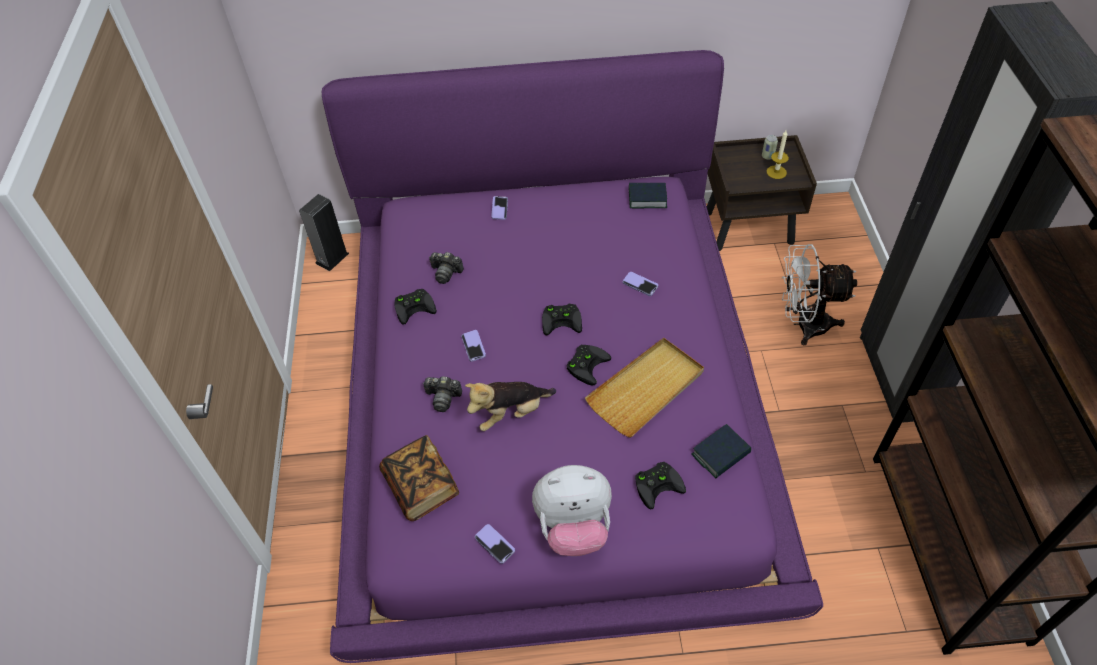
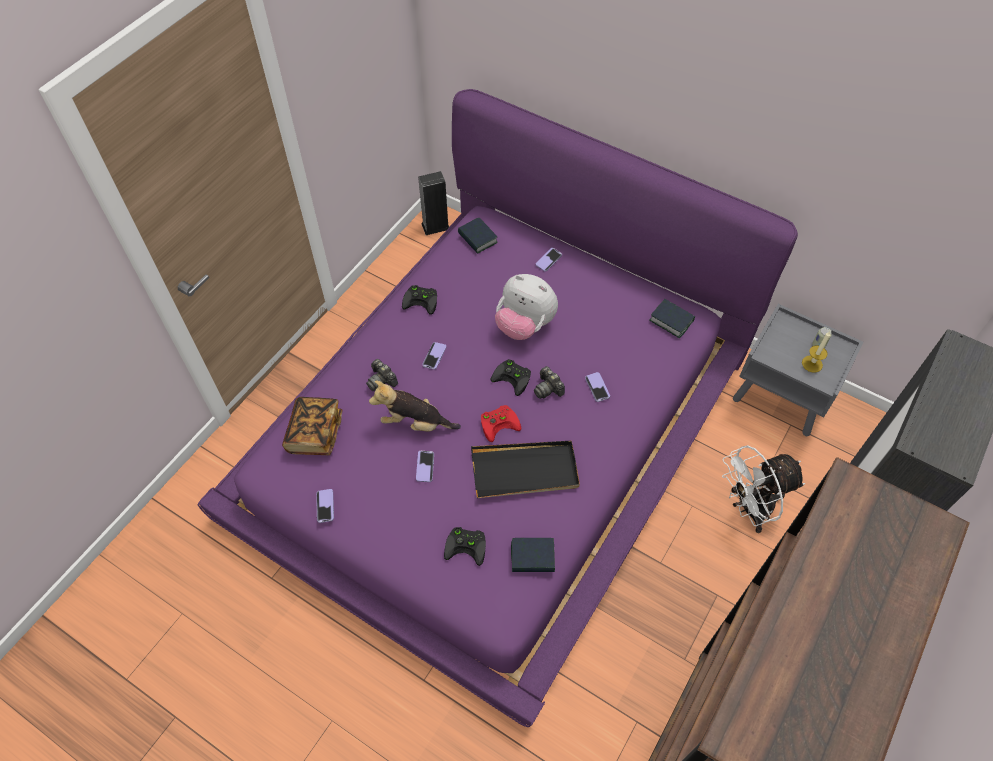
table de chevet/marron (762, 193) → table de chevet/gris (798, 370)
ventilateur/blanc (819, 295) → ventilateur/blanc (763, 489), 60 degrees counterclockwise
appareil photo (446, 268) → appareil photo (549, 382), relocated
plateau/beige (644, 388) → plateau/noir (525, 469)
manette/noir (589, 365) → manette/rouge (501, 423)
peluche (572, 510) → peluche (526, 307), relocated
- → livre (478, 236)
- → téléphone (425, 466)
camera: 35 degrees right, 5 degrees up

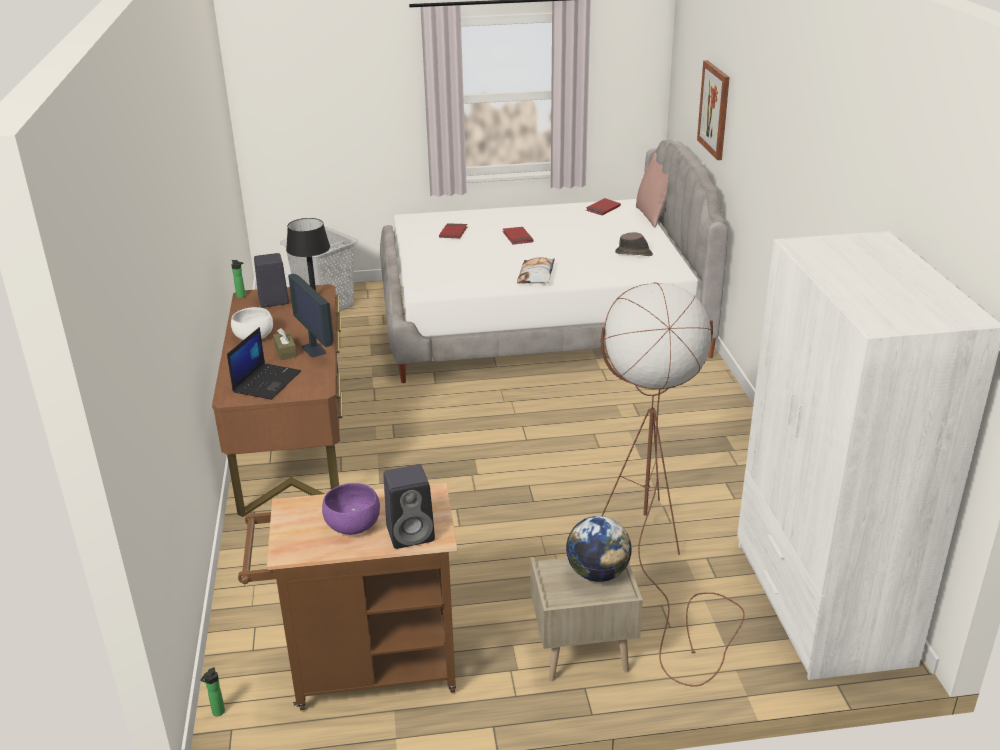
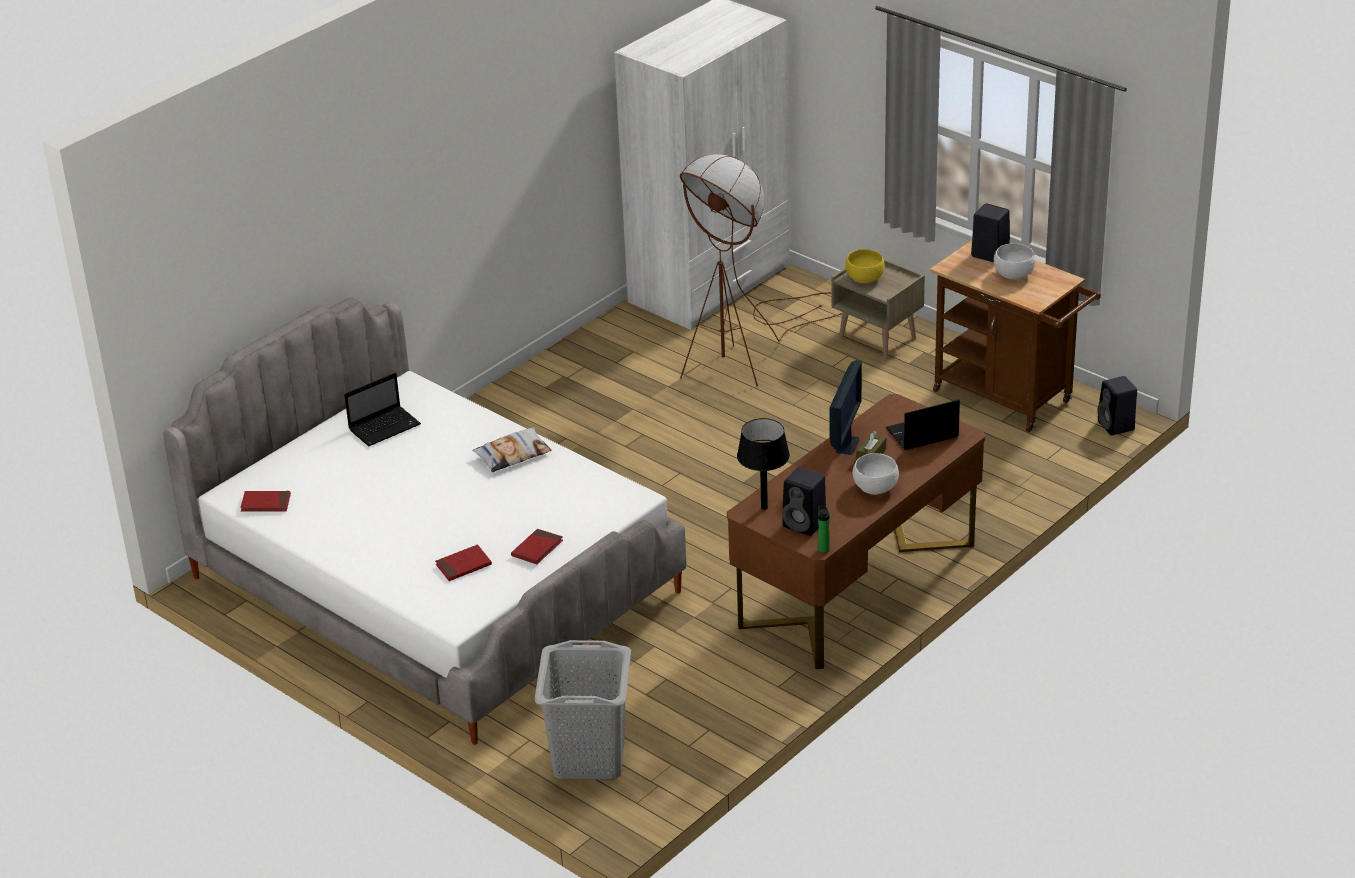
tableau (713, 110) → -
coussin/rose (652, 190) → -
livre/rouge (518, 236) → livre/rouge (537, 546), relocated
chapeau/marron (634, 244) → ordinateur portable (382, 409)
bol/violet (351, 509) → bol/blanc (1014, 261)
globe (599, 549) → bol/jaune (865, 266)
bouteille (212, 691) → enceinte/noir (1117, 406)
camera: 130 degrees left, 5 degrees up

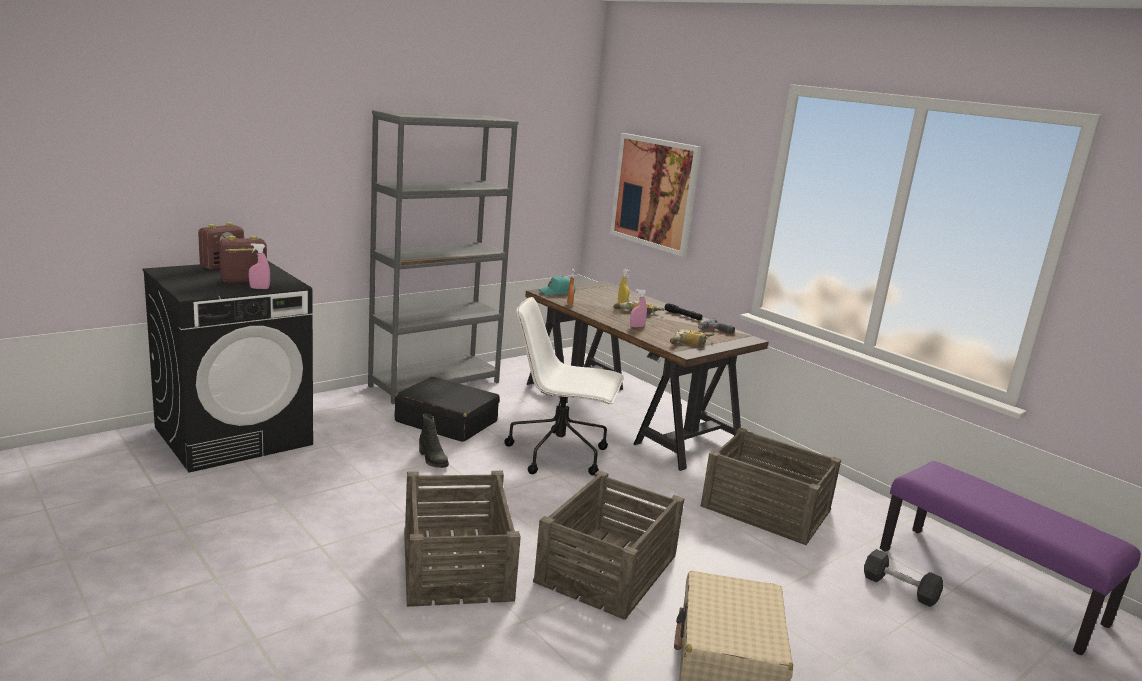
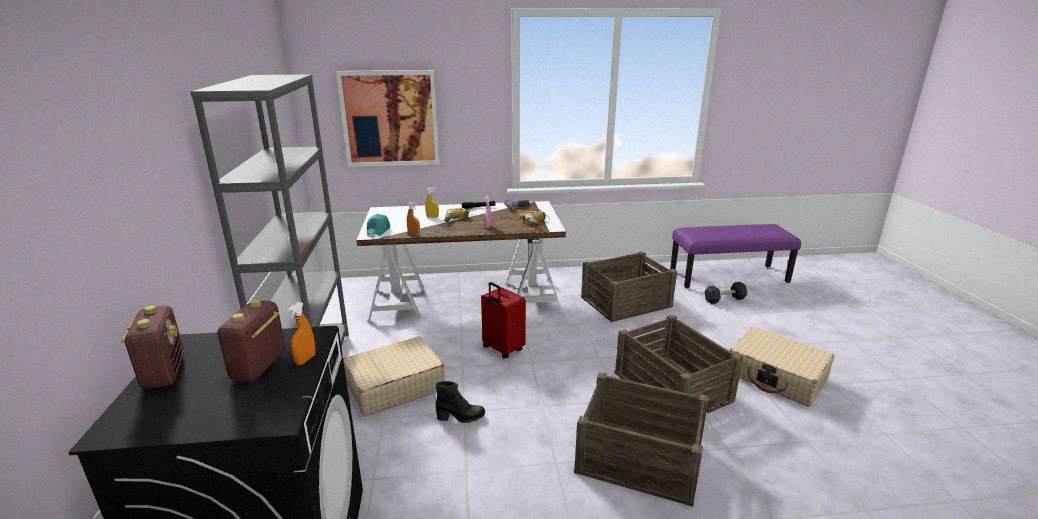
vaporisateur/rose (259, 266) → vaporisateur/orange (301, 333)
bureau/marron (647, 376) → bureau/blanc (461, 262)
chaise de bureau/blanc (564, 386) → valise/rouge (503, 320)
valise/noir (447, 409) → valise/beige (394, 376)
camera: 55 degrees left, 5 degrees up

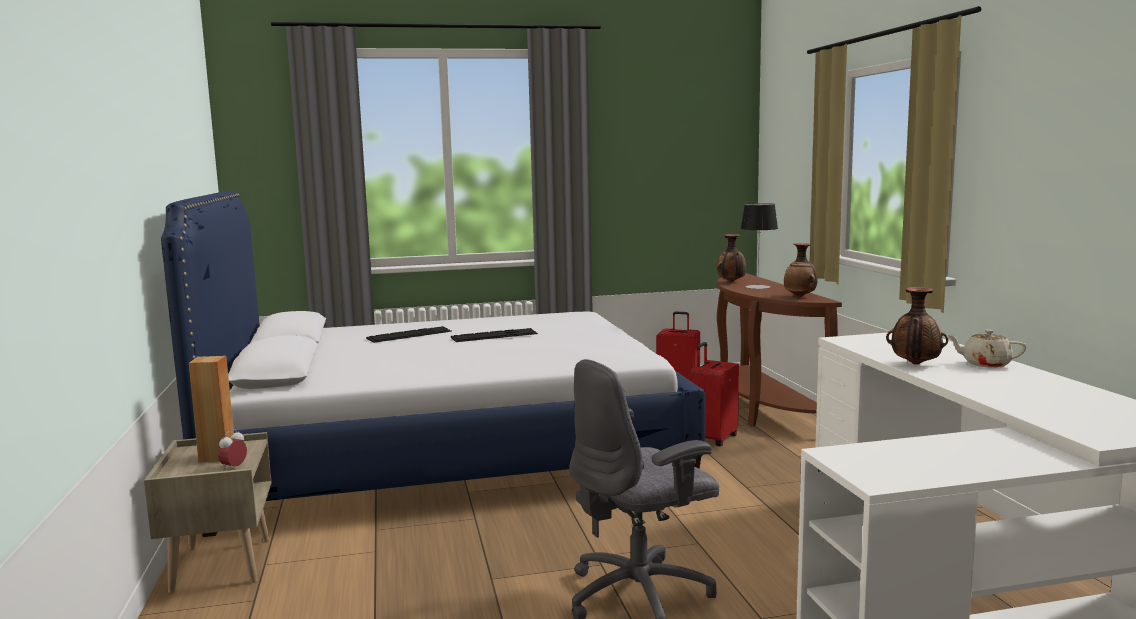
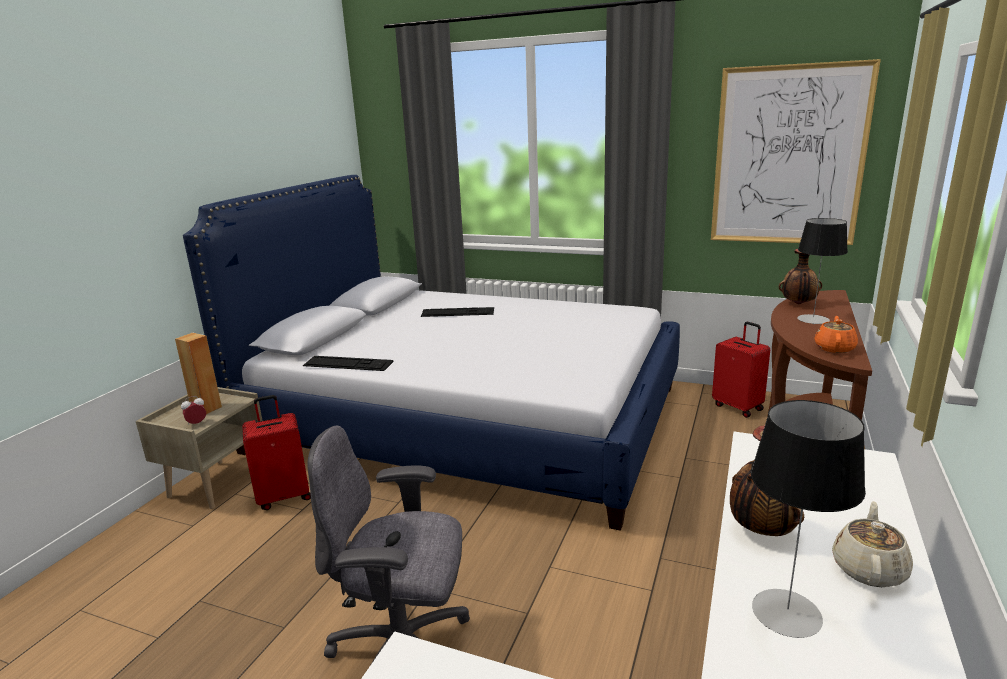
vase (801, 270) → théière/orange (836, 334)
clavier (494, 335) → clavier (348, 363), relocated
théière/beige (987, 349) → théière/beige (872, 544), 60 degrees clockwise
valise/rouge (714, 394) → valise/rouge (276, 452), relocated
- → tableau (796, 152)
- → lampe de table (808, 519)
camera: 35 degrees right, 10 degrees up

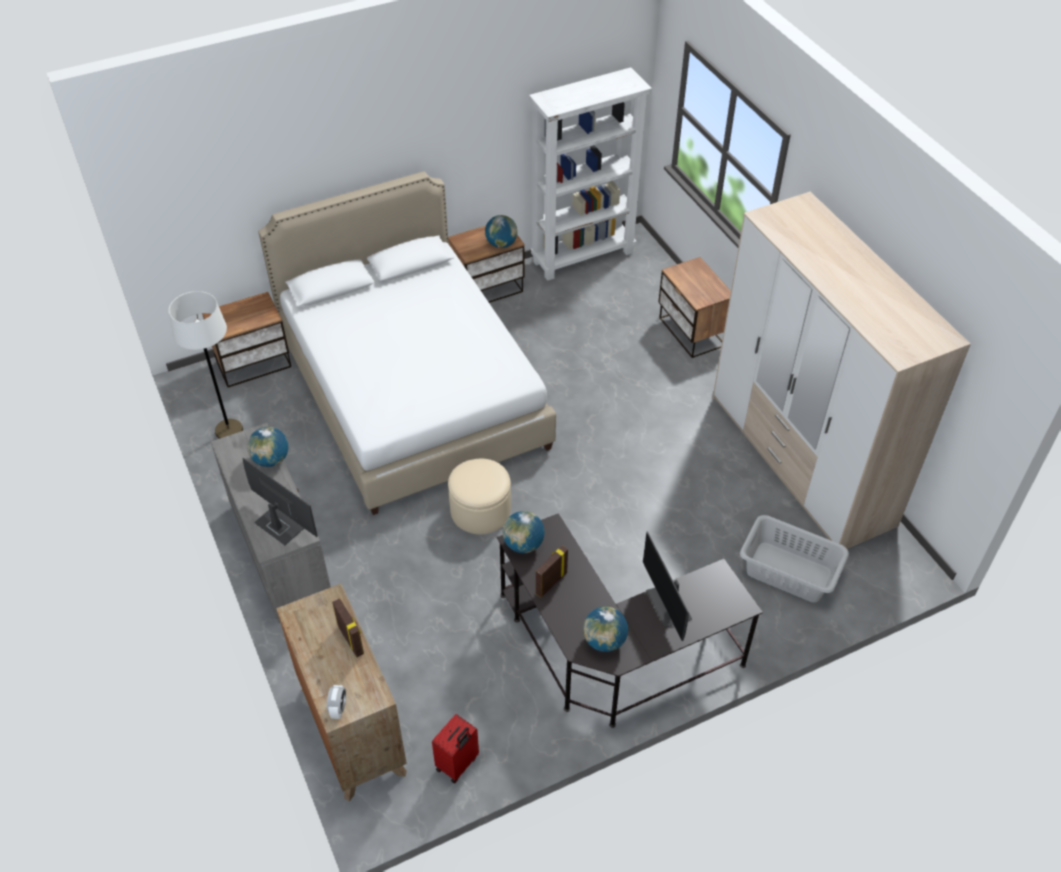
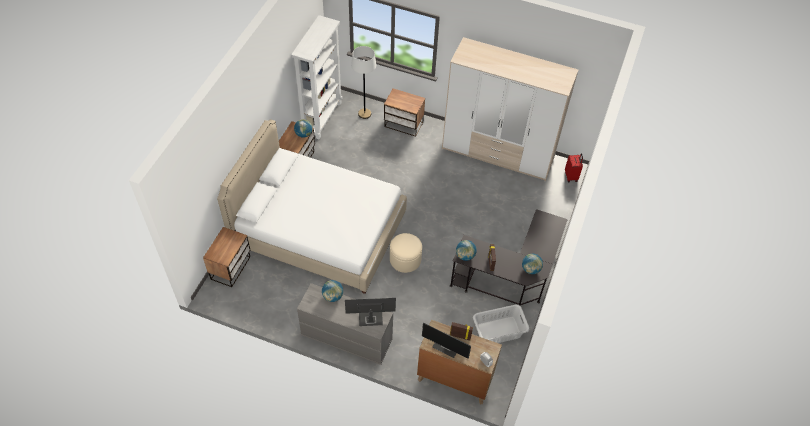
lampadaire/blanc (206, 365) → lampadaire/blanc (363, 82), relocated
panier à linge/gris (794, 559) → panier à linge/gris (501, 323), relocated
écran d'ordinateur (667, 586) → écran d'ordinateur (446, 341), relocated
valise/rouge (455, 748) → valise/rouge (574, 168), relocated
camera: 45 degrees left, 5 degrees up

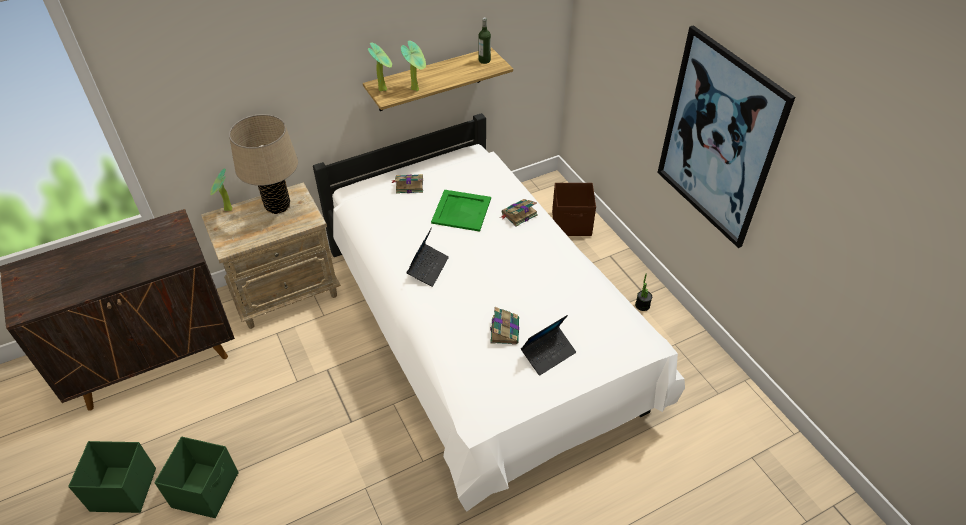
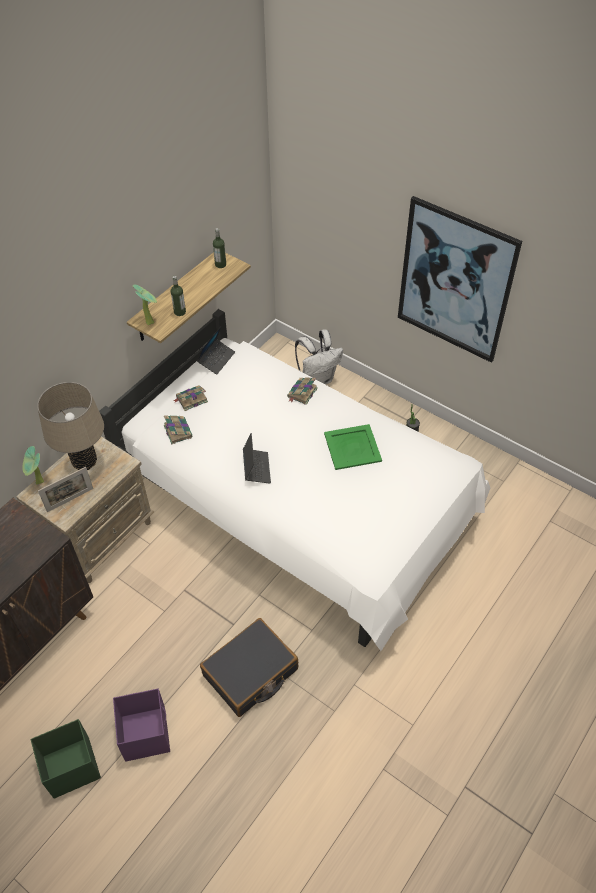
plante en pot (413, 66) → bouteille (178, 296)
boîte de rangement/marron (574, 209) → sac à dos/blanc (319, 357)
plateau/vert (461, 211) → plateau/vert (353, 447), relocated
livre (504, 326) → livre (178, 430), relocated
ordinateur portable (548, 345) → ordinateur portable (216, 351), relocated
boîte de rangement/vert (196, 477) → boîte de rangement/violet (141, 725)
- → cadre photo (65, 489)
- → valise/noir (249, 667)
camera: 25 degrees left, 5 degrees up

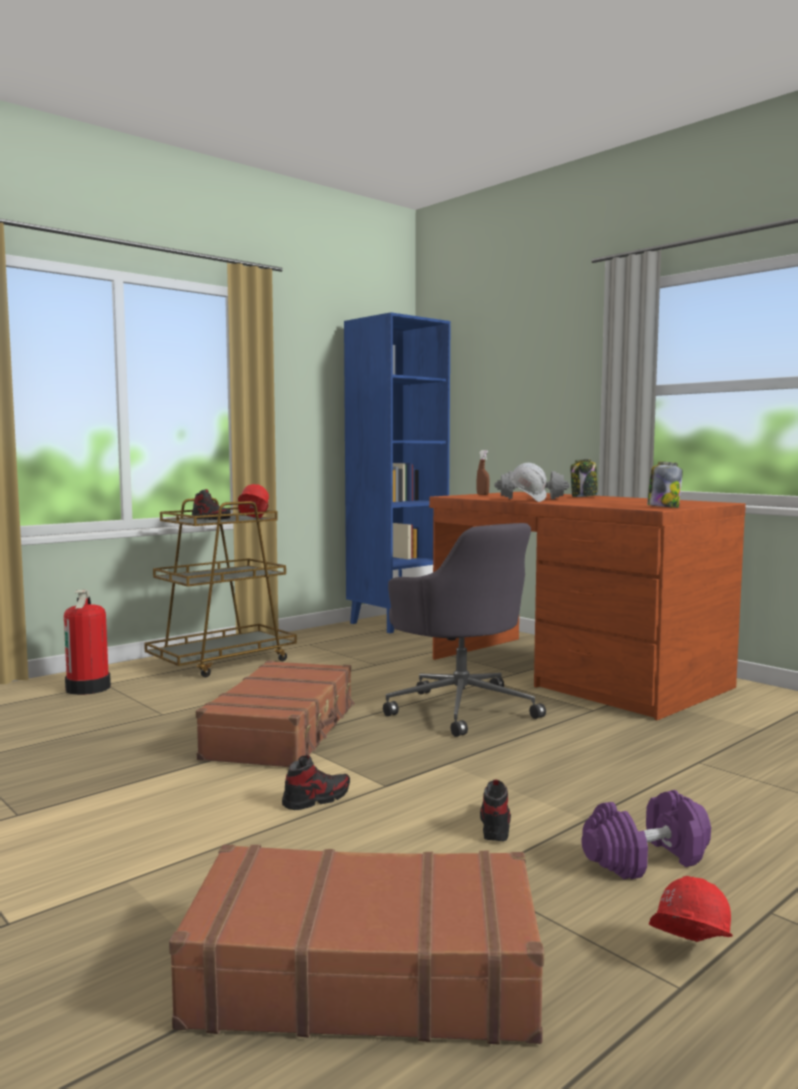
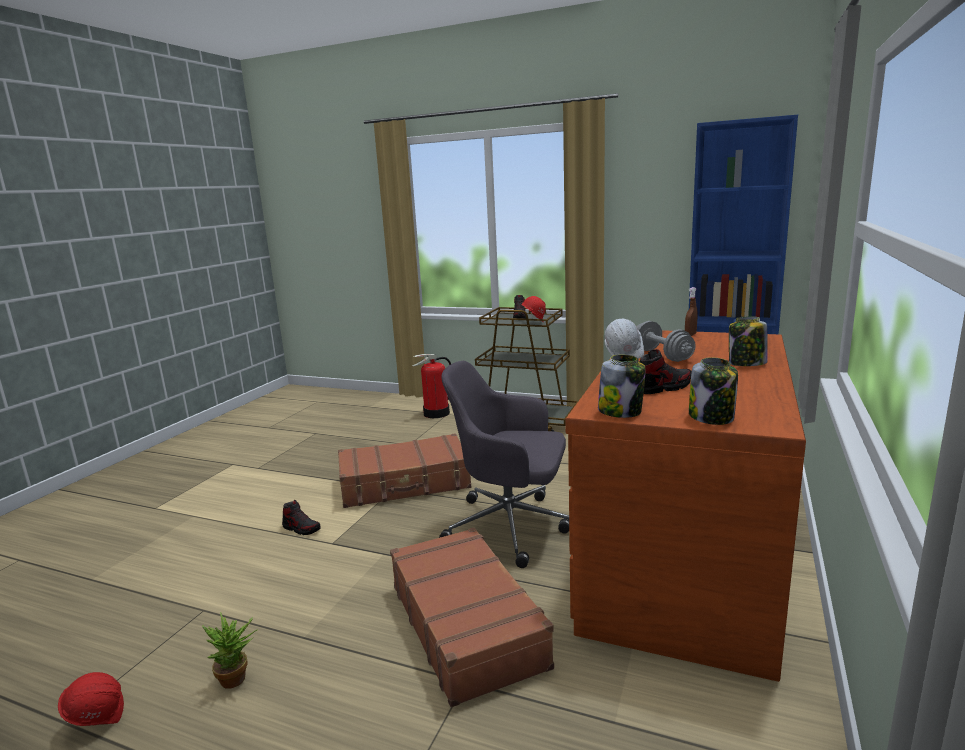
chaise de bureau/gris (464, 630) → chaise de bureau/gris (504, 464), 75 degrees clockwise
chaussure (495, 810) → chaussure (666, 371), relocated
haltère/violet (646, 834) → plante en pot (230, 650)
valise/marron (356, 945) → valise/marron (472, 617), relocated
- → bocal (713, 391)
camera: 65 degrees right, 10 degrees up

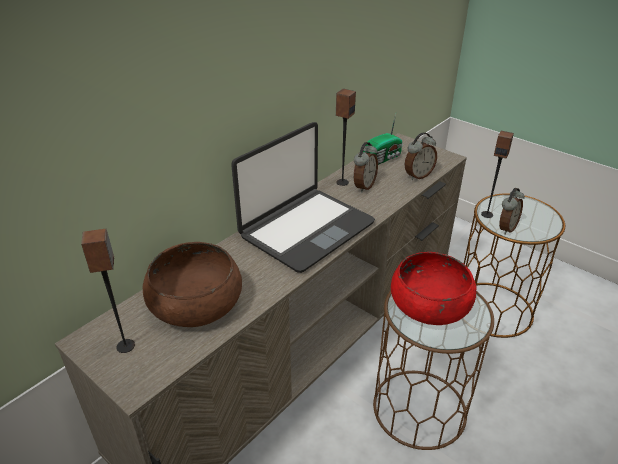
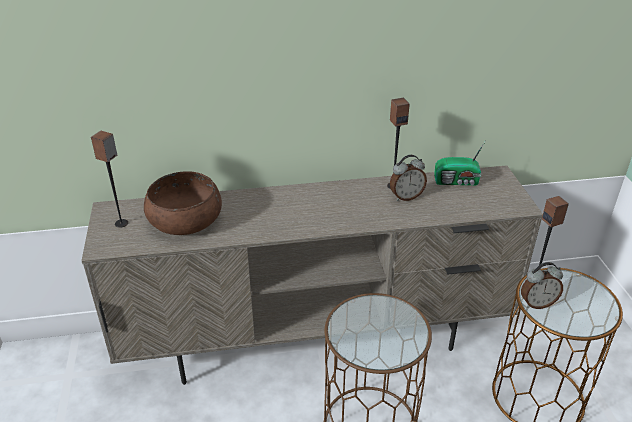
ordinateur portable (303, 197) → -
réveil (421, 156) → -
bol/rouge (433, 288) → -
camera: 40 degrees right, 0 degrees up

